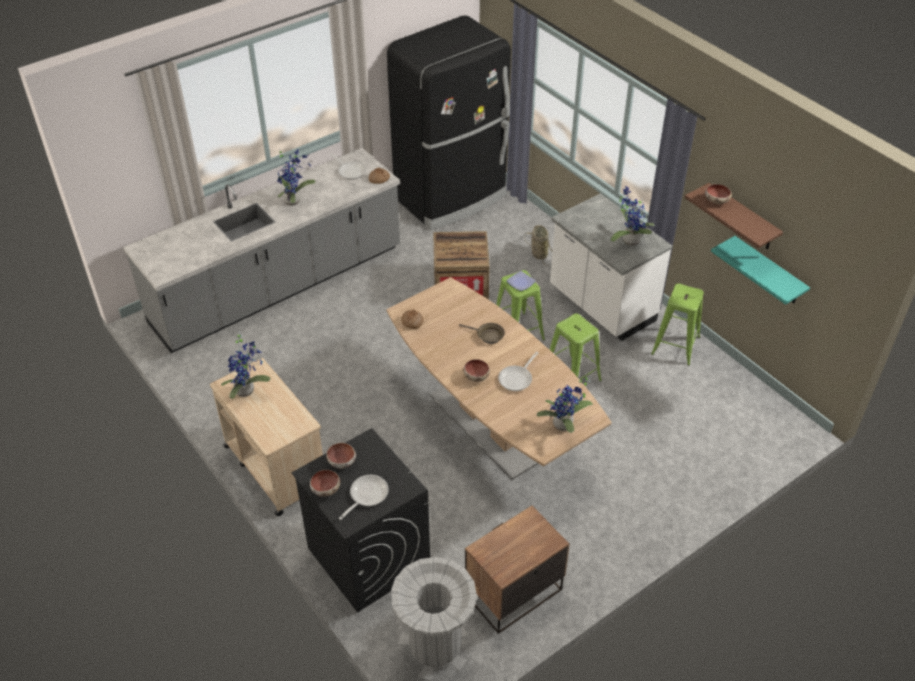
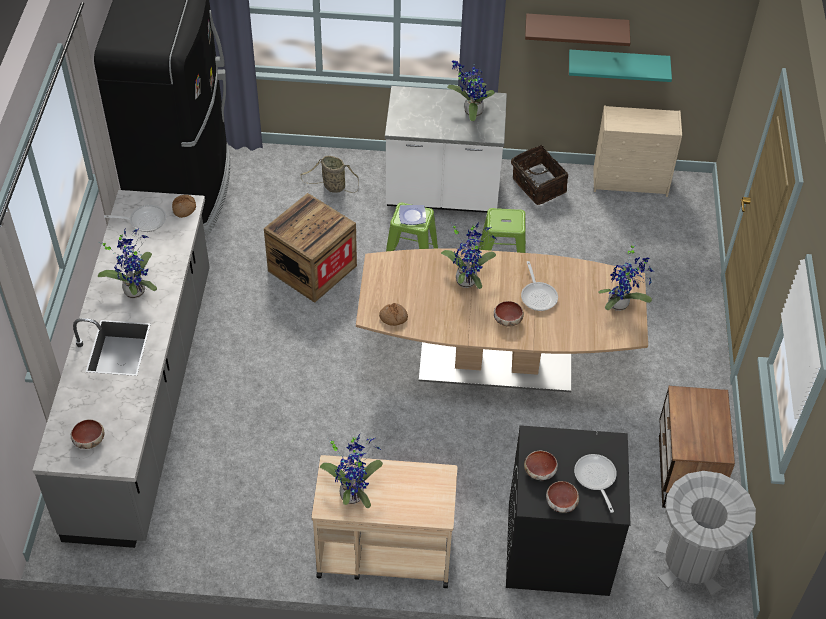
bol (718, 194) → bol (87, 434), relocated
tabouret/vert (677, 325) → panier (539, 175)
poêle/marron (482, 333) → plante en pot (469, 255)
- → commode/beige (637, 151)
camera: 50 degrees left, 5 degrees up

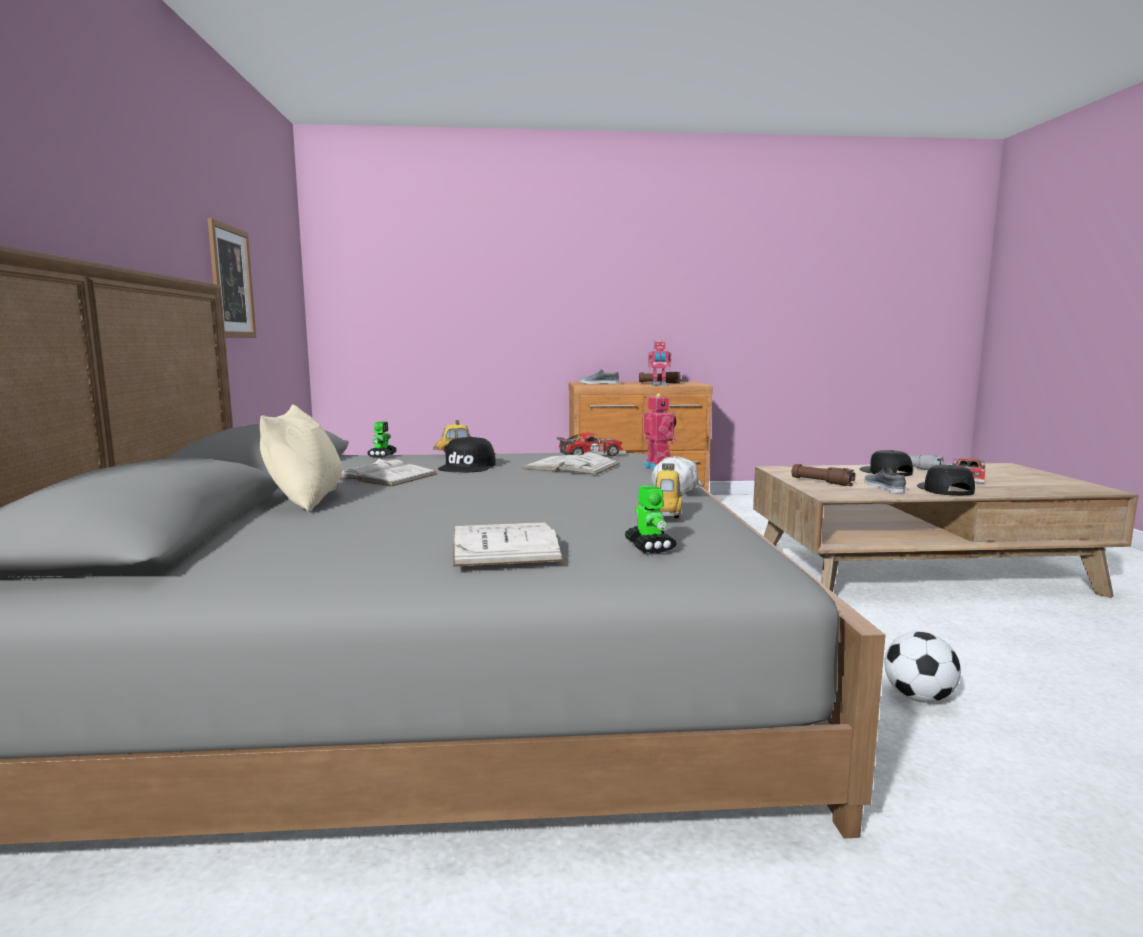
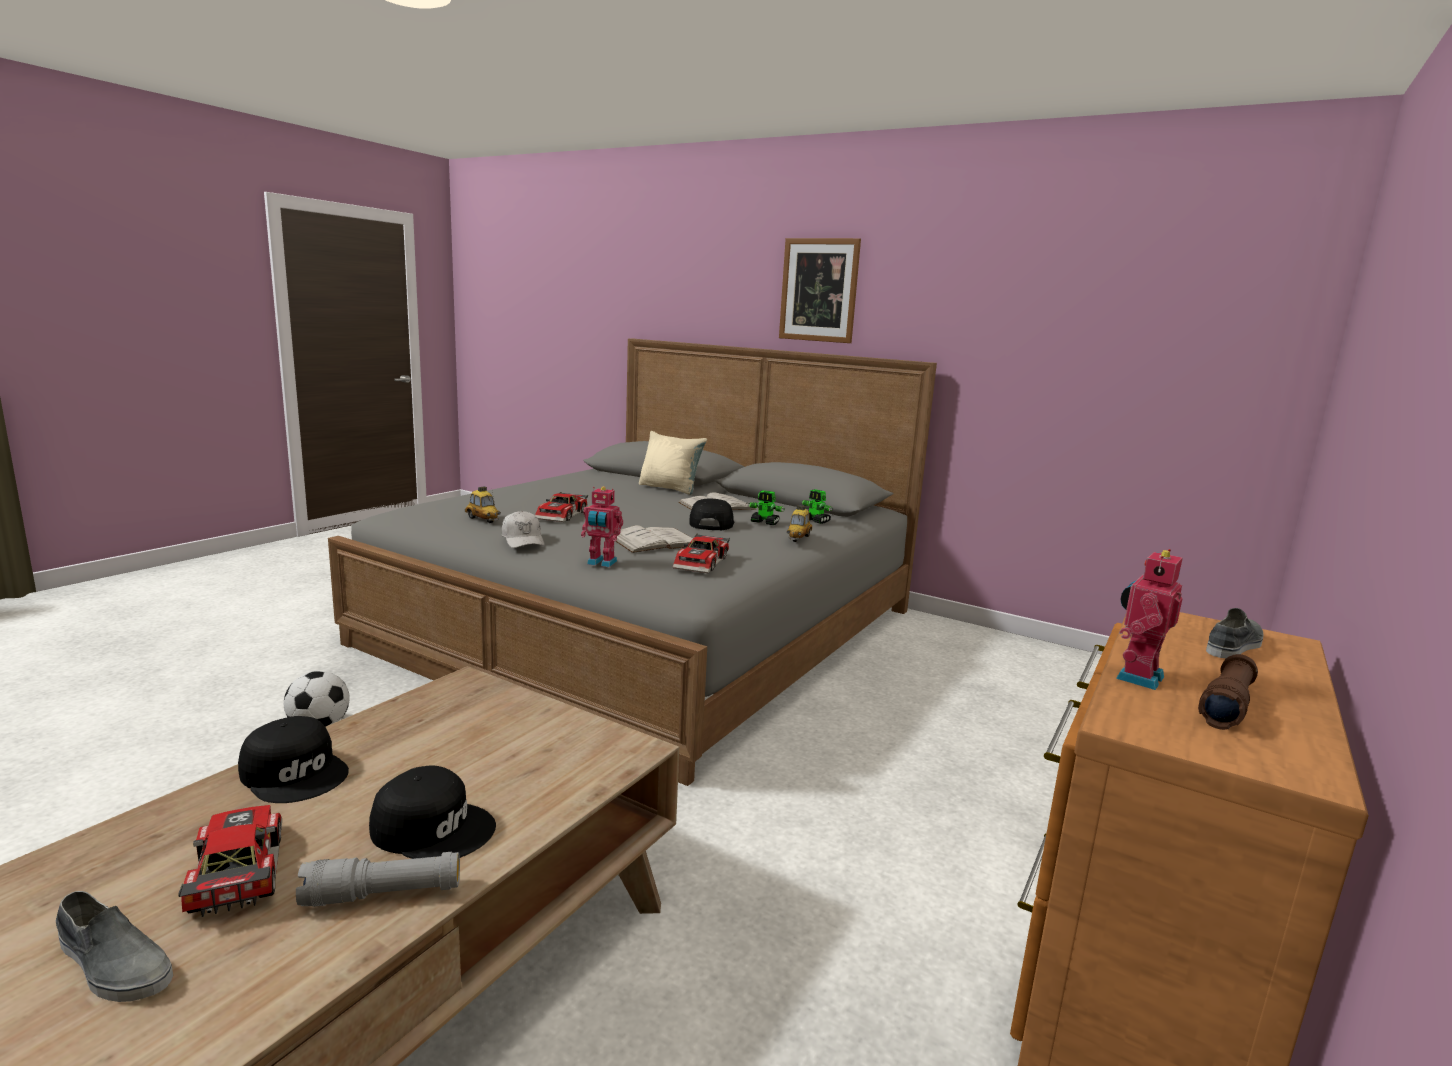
tableau (231, 278) → tableau (820, 290), relocated
casquette/noir (466, 454) → casquette/noir (712, 514), 45 degrees clockwise
lampe de poche/marron (823, 475) → -
chaussure/gris (885, 480) → chaussure/gris (114, 946), relocated
robot jouet (651, 519) → robot jouet (766, 507), relocated
livre/blanc (508, 544) → -
- → petite voiture (561, 507)
camera: 125 degrees right, 5 degrees up

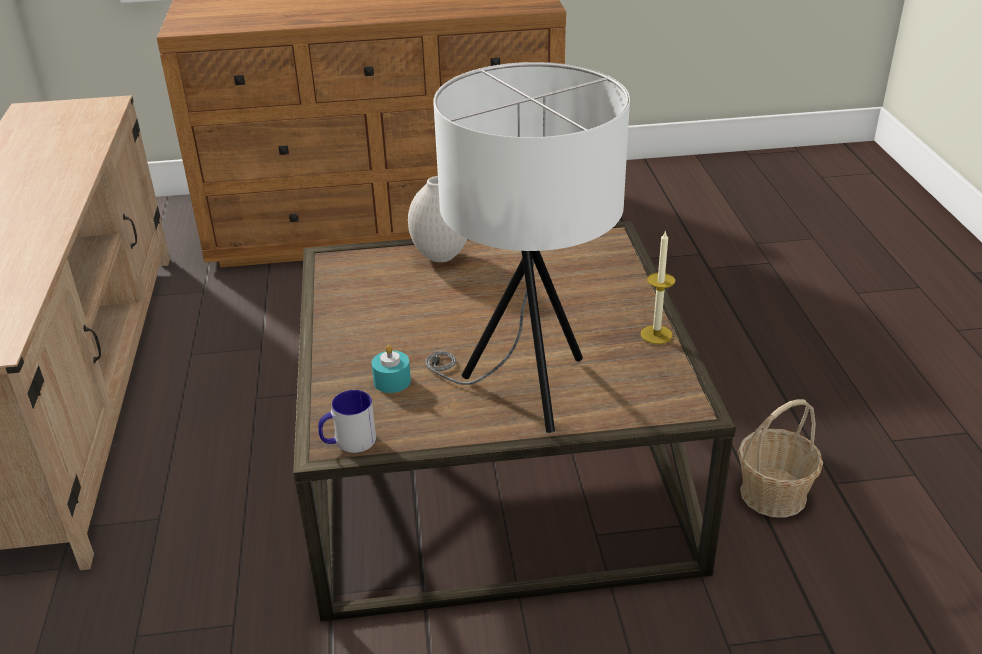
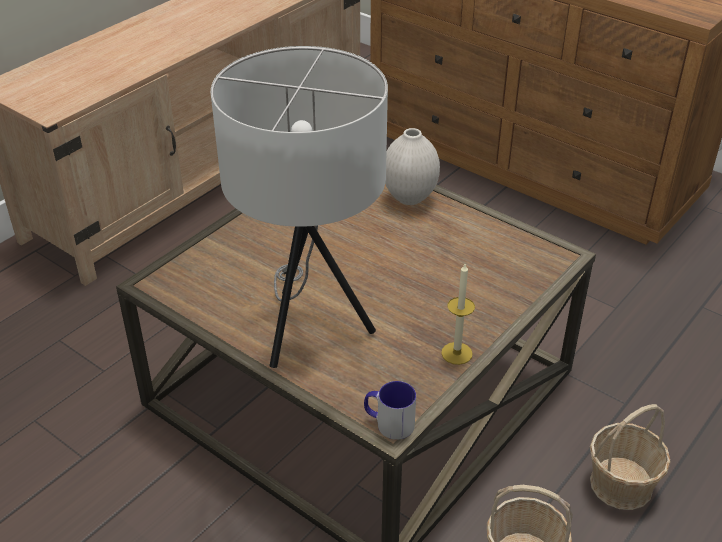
bougie/turquoise (391, 369) → -
mug (347, 421) → mug (390, 410), relocated
- → panier (630, 457)
camera: 45 degrees right, 5 degrees up

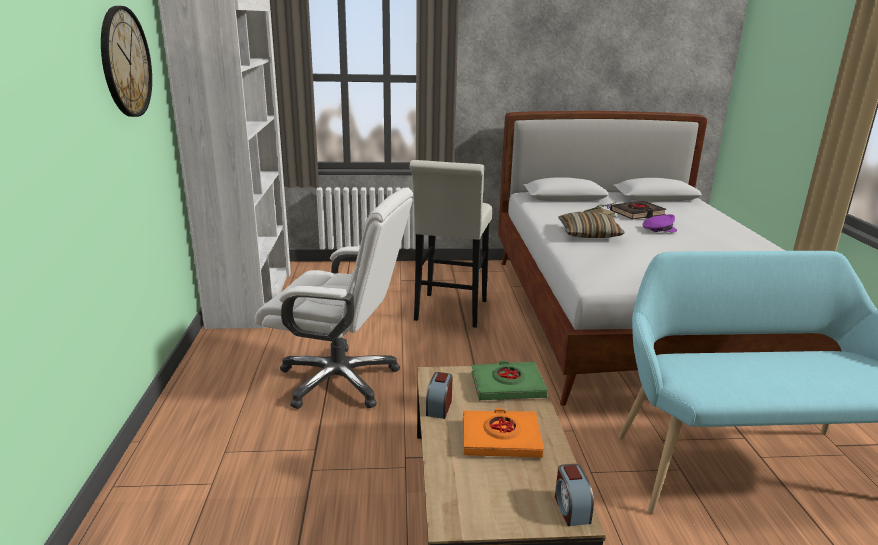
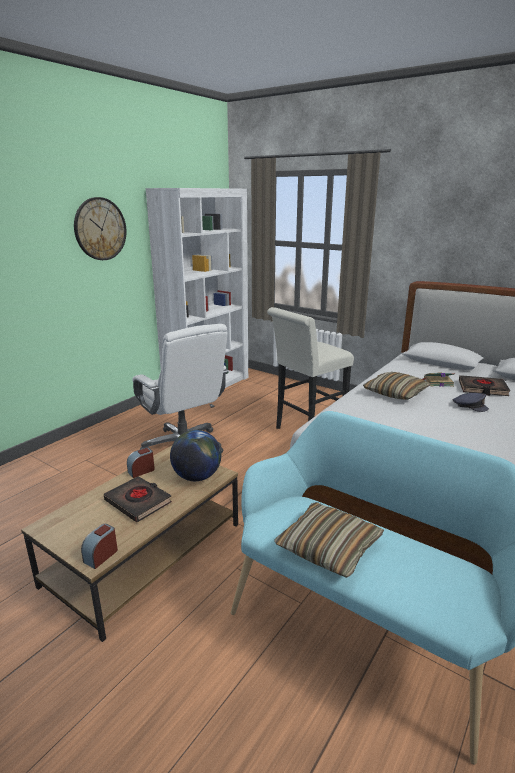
casquette/violet (660, 223) → casquette/gris (471, 402)
livre/vert (509, 380) → globe (195, 455)
livre/orange (503, 433) → livre/noir (138, 499)
- → coussin (329, 540)
camera: 40 degrees right, 0 degrees up

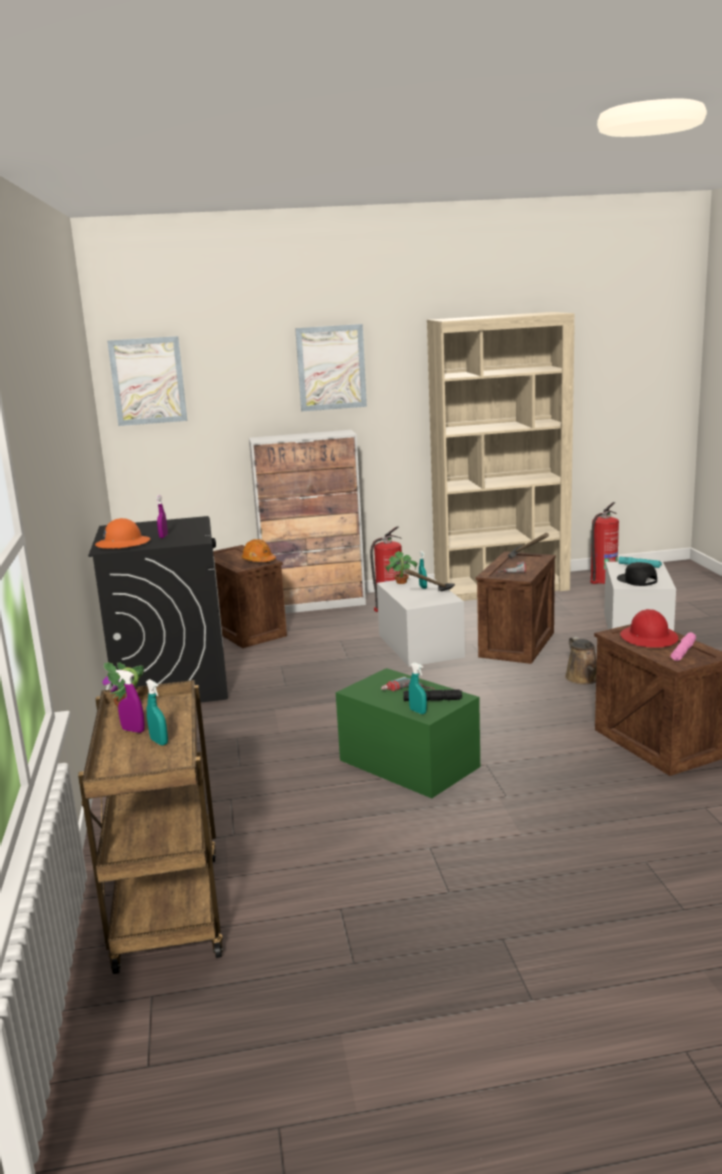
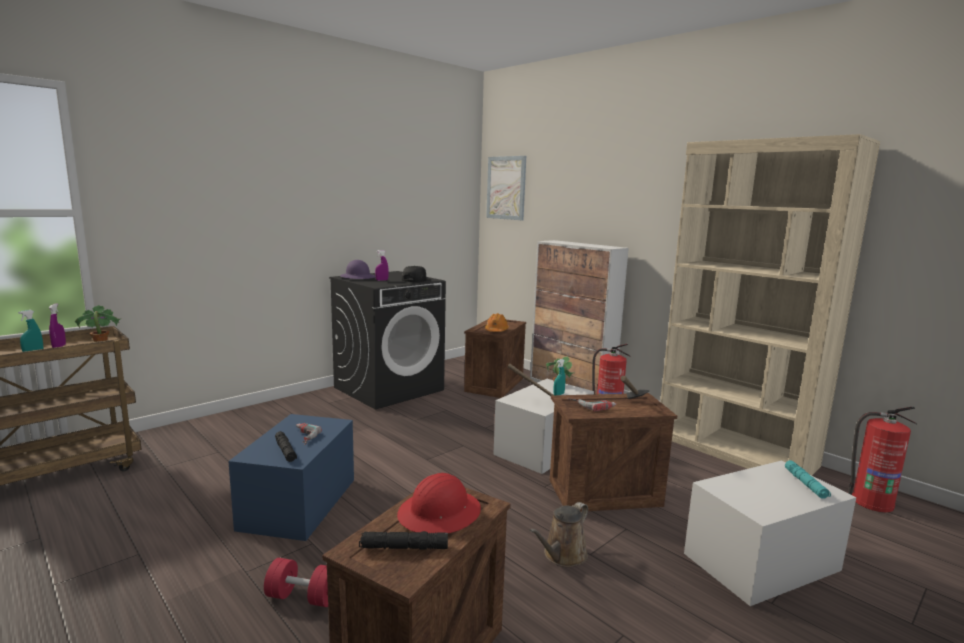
tableau (331, 367) → -
casque de chantier/orange (122, 533) → casque de chantier/violet (358, 269)
casquette/noir (637, 574) → casquette/noir (416, 274), relocated
lampe de poche/rose (683, 646) → lampe de poche/noir (403, 540)
vaporisateur/turquoise (418, 688) → -
boîte de rangement/vert (408, 733) → boîte de rangement/bleu (291, 477)
- → haltère/rouge (296, 582)
camera: 55 degrees right, 5 degrees down

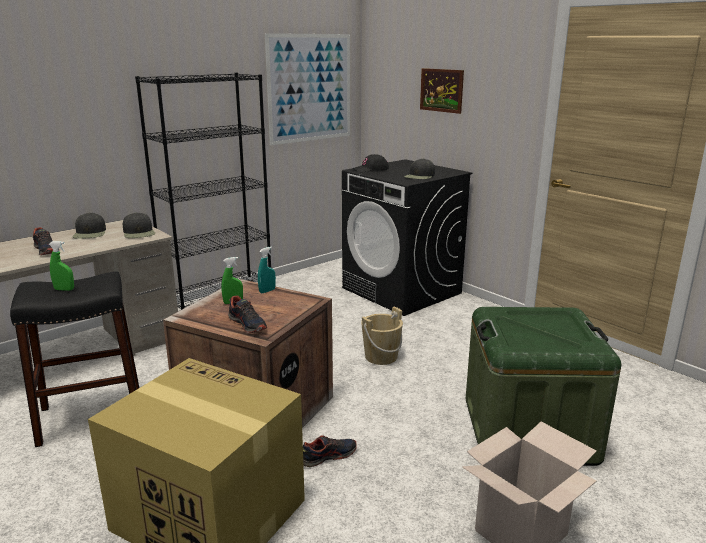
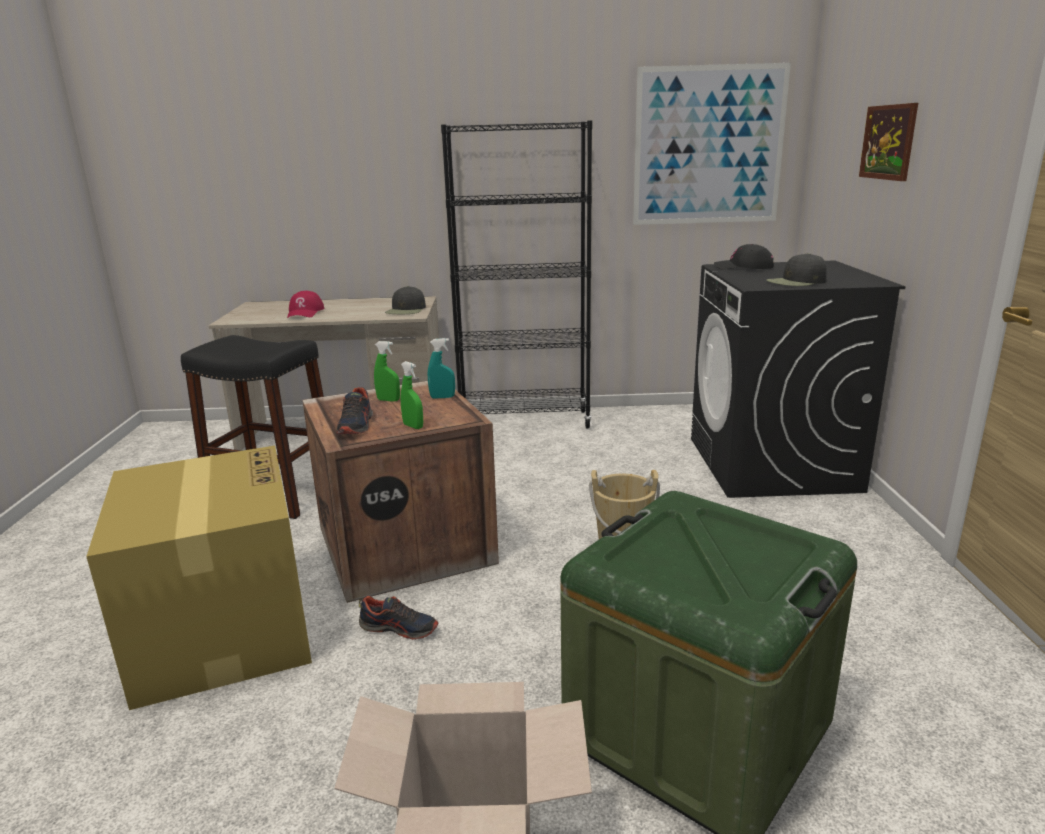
casquette/noir (89, 226) → -
chaussure (46, 241) → casquette/rouge (305, 304)
vaporisateur/vert (61, 266) → vaporisateur/vert (412, 395), relocated
camera: 40 degrees right, 0 degrees up

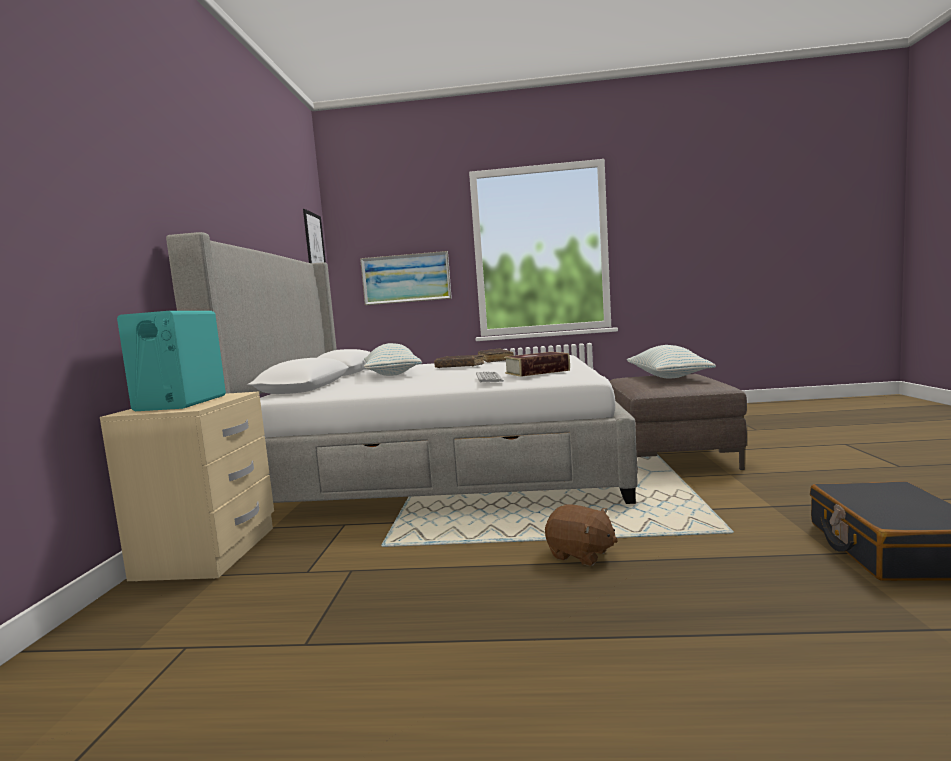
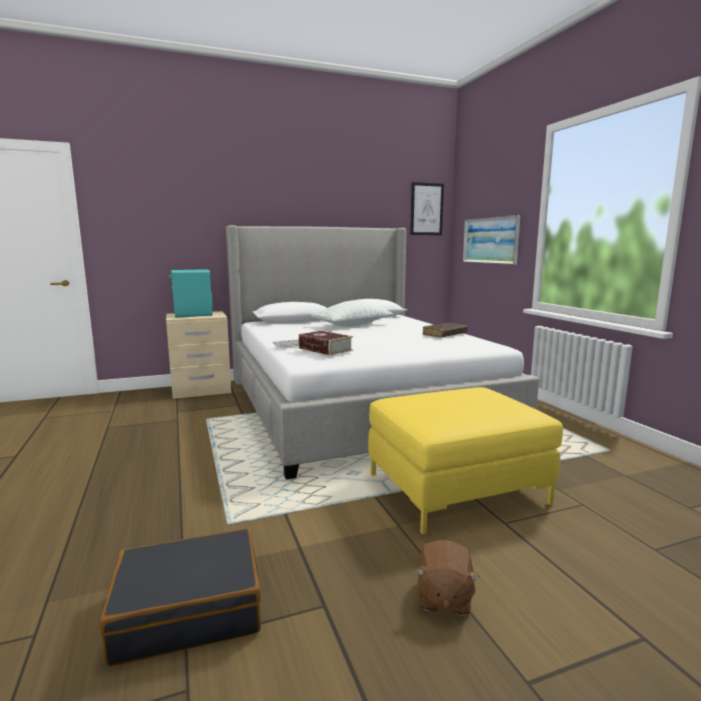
coussin (671, 361) → -
livre/marron (459, 361) → -
pouf/marron (678, 424) → pouf/jaune (465, 461)
peluche/marron (581, 535) → peluche/marron (447, 578), relocated
camera: 65 degrees right, 5 degrees up

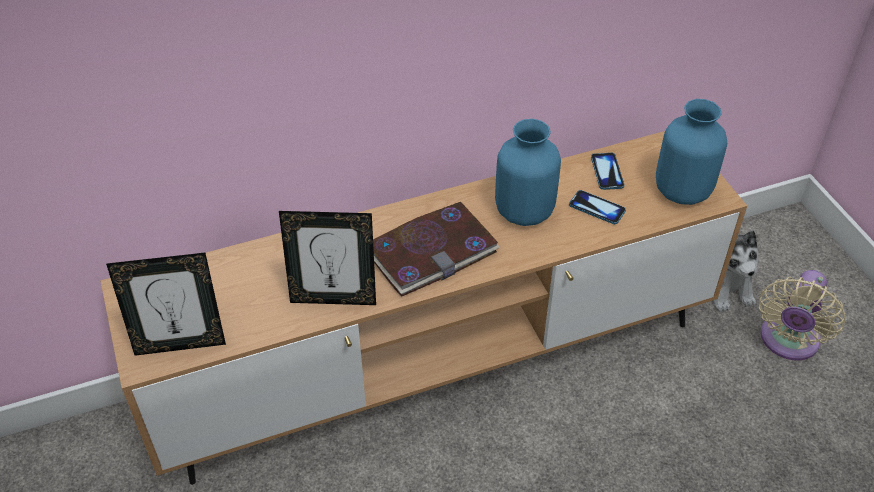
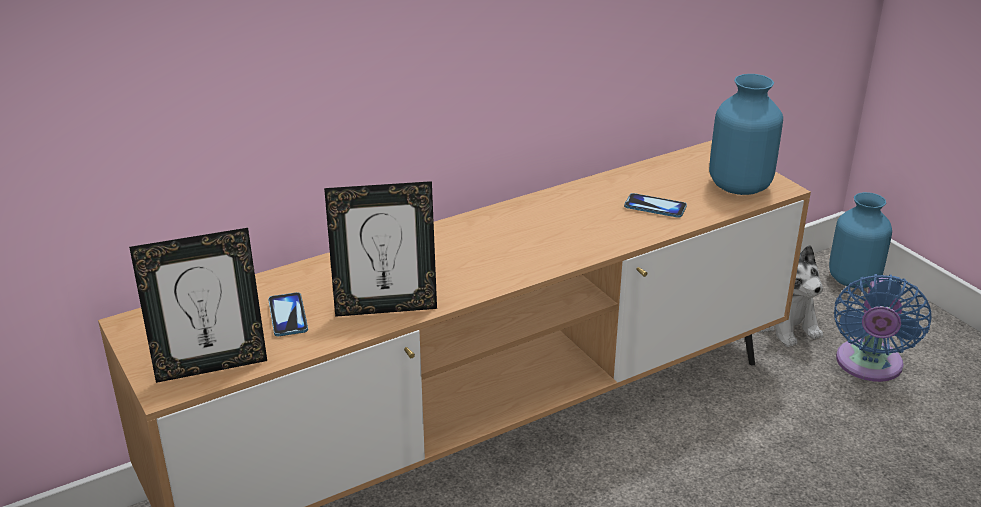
vase/bleu (528, 172) → vase/bleu (860, 240), relocated
téléphone (607, 171) → téléphone (288, 314), relocated
livre (436, 249) → -
ventilateur/beige (802, 315) → ventilateur/bleu (882, 328)
camera: 10 degrees left, 15 degrees down

